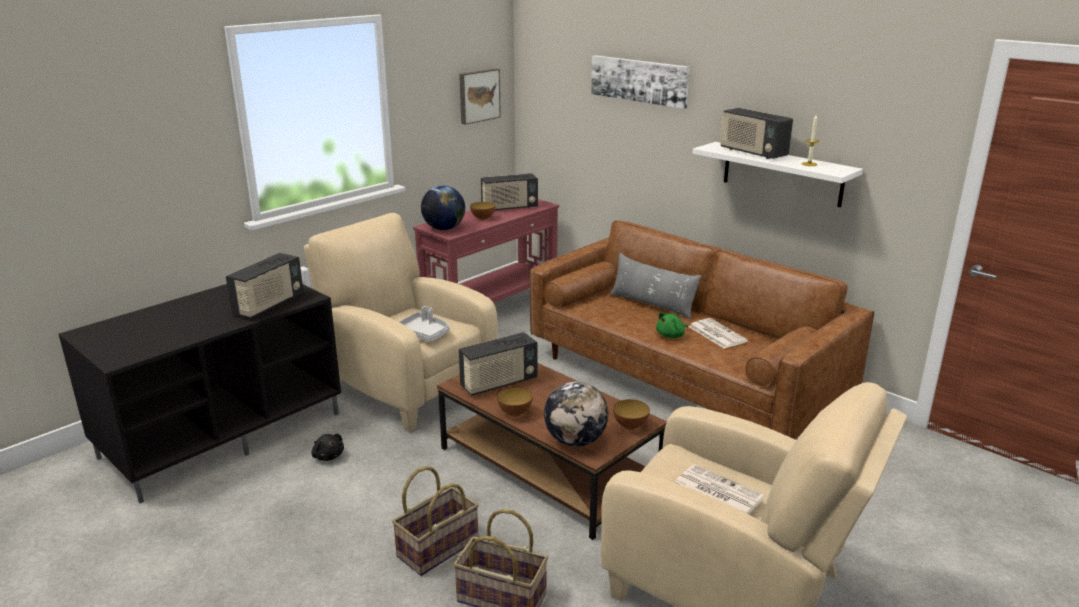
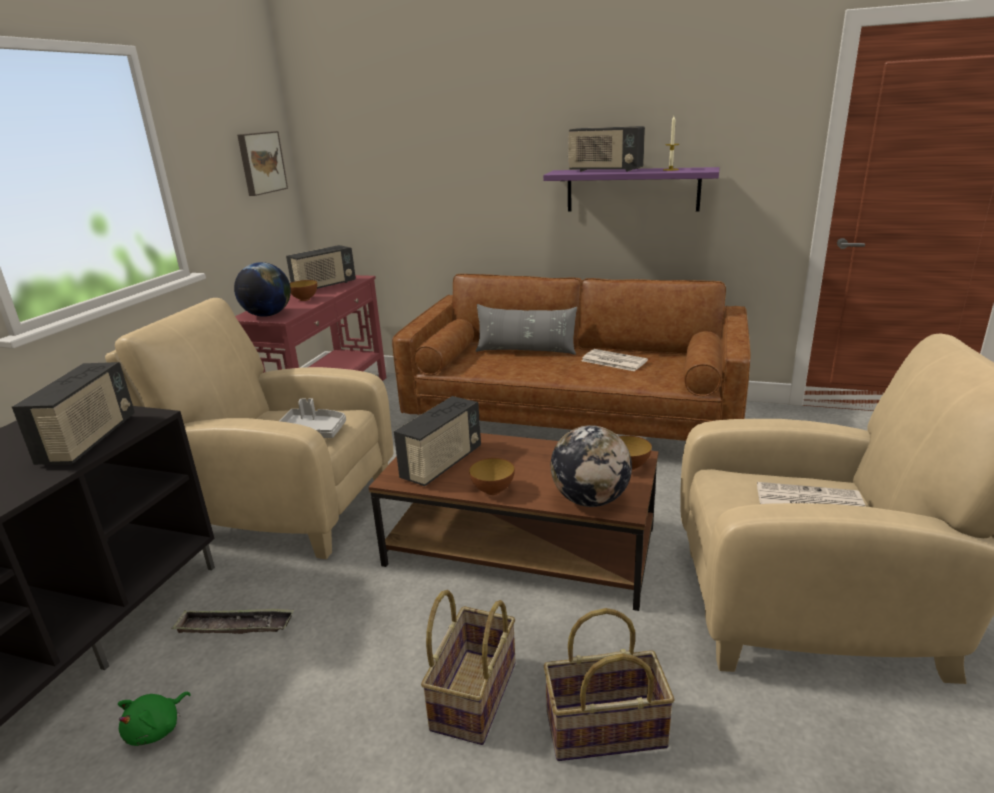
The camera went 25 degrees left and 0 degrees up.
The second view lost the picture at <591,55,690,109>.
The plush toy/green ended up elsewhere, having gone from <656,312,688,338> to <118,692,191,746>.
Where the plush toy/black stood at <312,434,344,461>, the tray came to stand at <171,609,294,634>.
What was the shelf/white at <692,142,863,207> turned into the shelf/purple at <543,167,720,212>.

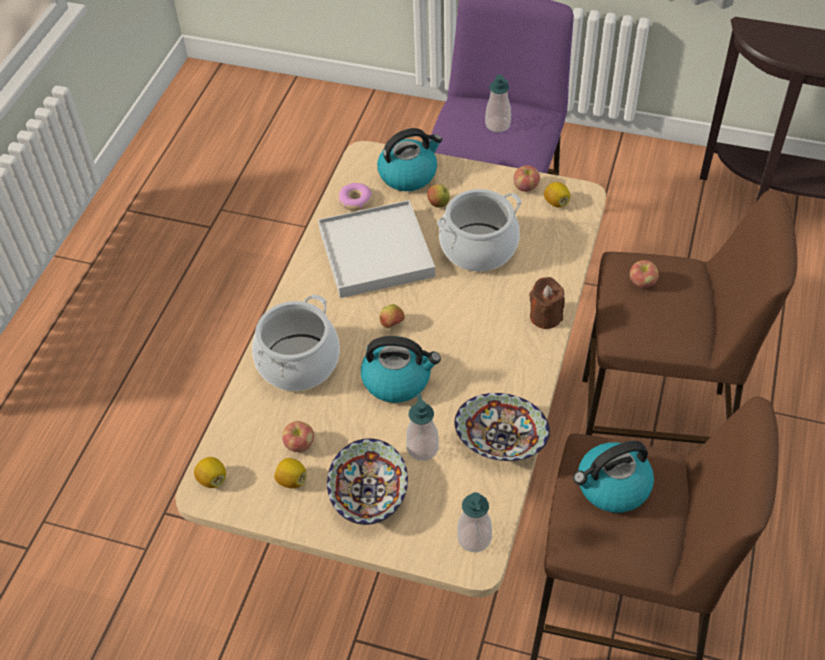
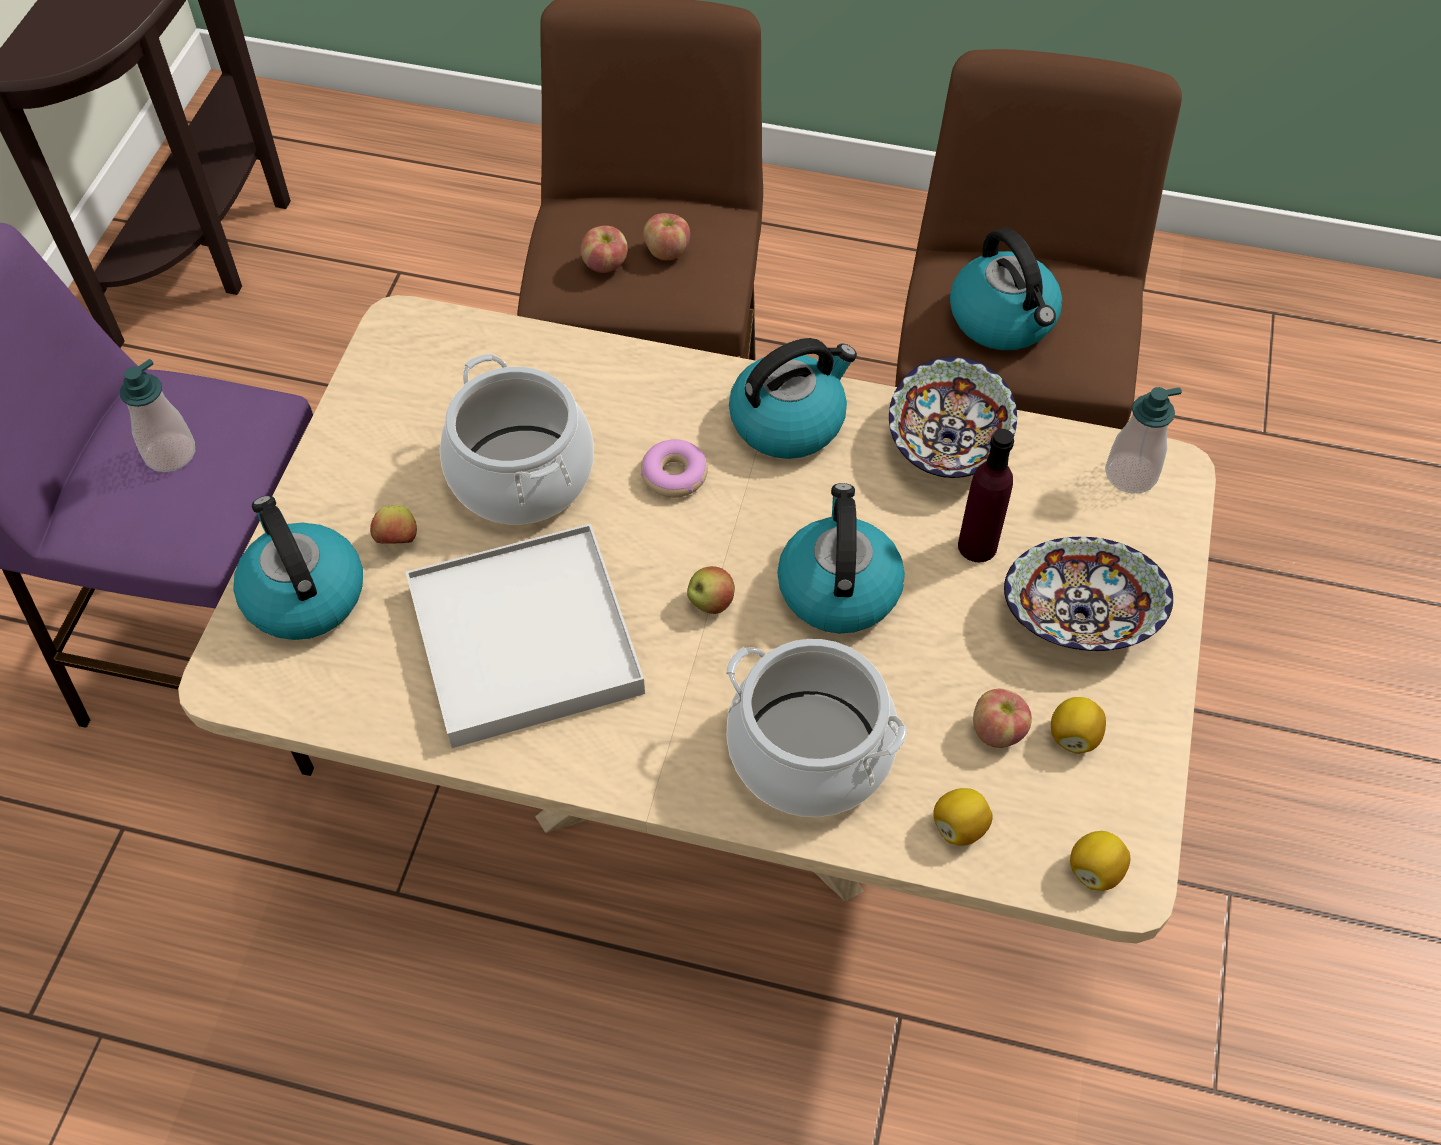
The camera went 95 degrees left and 5 degrees up.
The second view lost the candle/brown at <529,277,565,329>.
The second view gained the kettle at <729,338,857,459>.
The donut ended up elsewhere, having gone from <338,183,372,211> to <641,439,708,498>.
The apple ended up elsewhere, having gone from <514,165,540,192> to <643,213,690,260>.
The lemon ended up elsewhere, having gone from <544,182,570,208> to <934,788,993,846>.
Where the soap dispenser stood at <406,393,439,461>, the bottle/purple came to stand at <958,429,1014,562>.

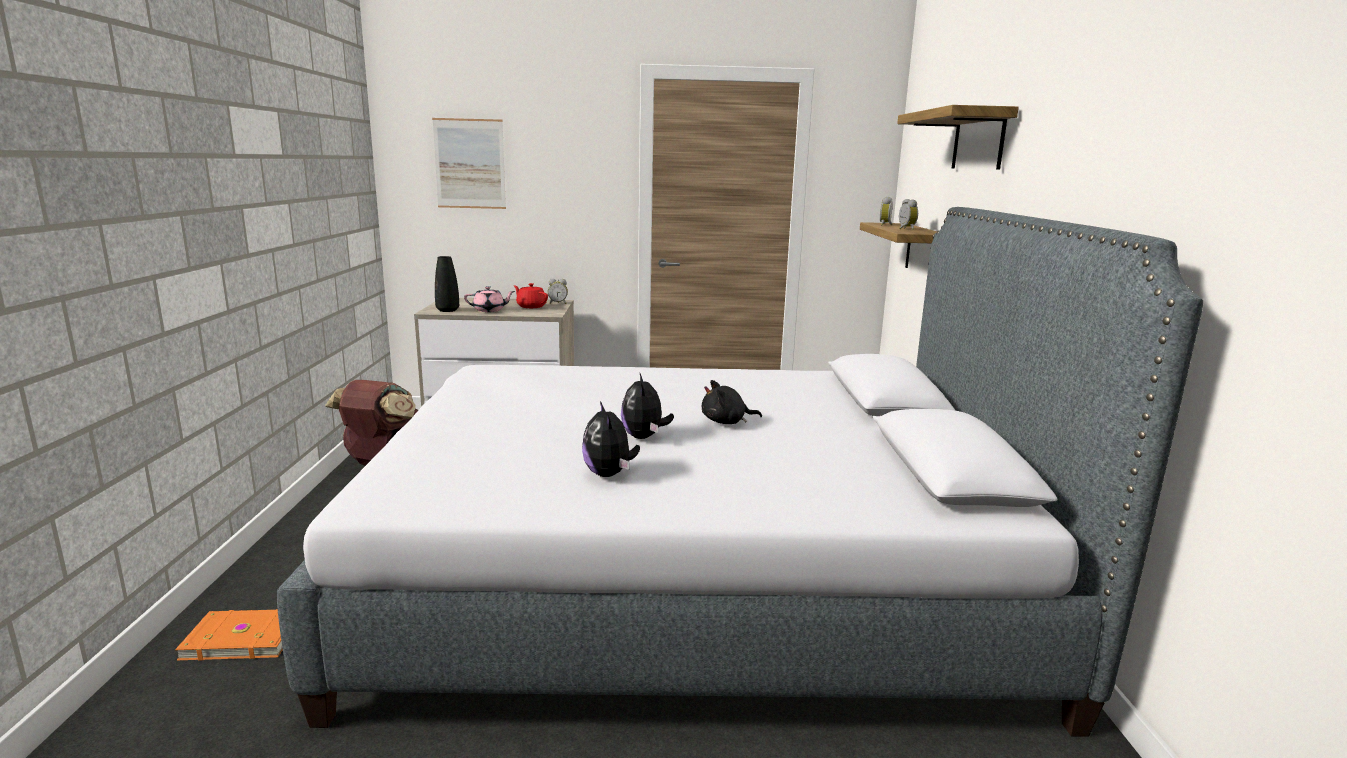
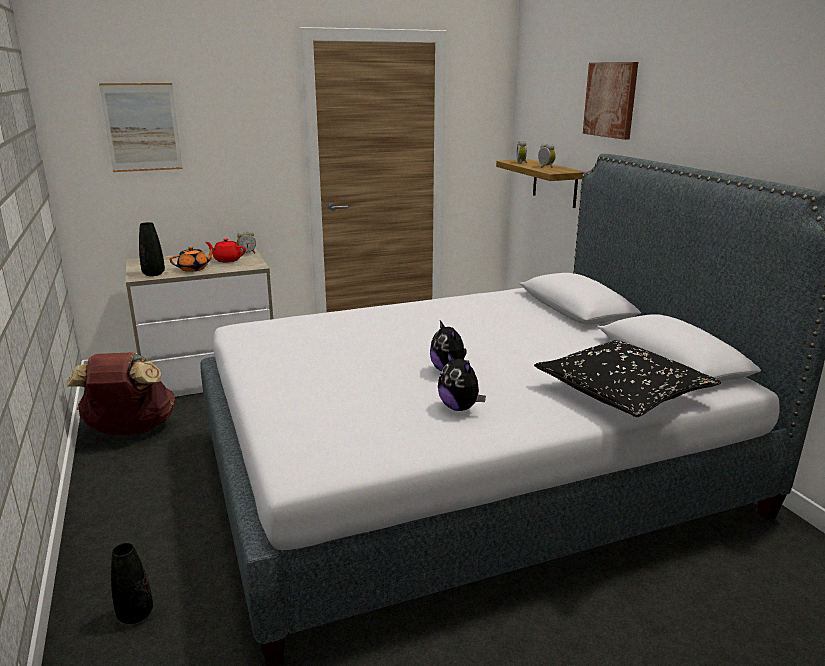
The camera went 20 degrees left and 5 degrees up.
The second view lost the plush toy/black at <702,380,762,424>.
The second view gained the pillow/black at <534,340,721,417>.
Where the book/orange stood at <175,609,283,661>, the vase/black came to stand at <111,543,153,624>.
Where the shelf hung at <897,105,1019,170>, the picture came to hang at <583,62,638,140>.
What was the teapot/pink at <464,286,515,312> turned into the teapot/orange at <169,247,216,272>.

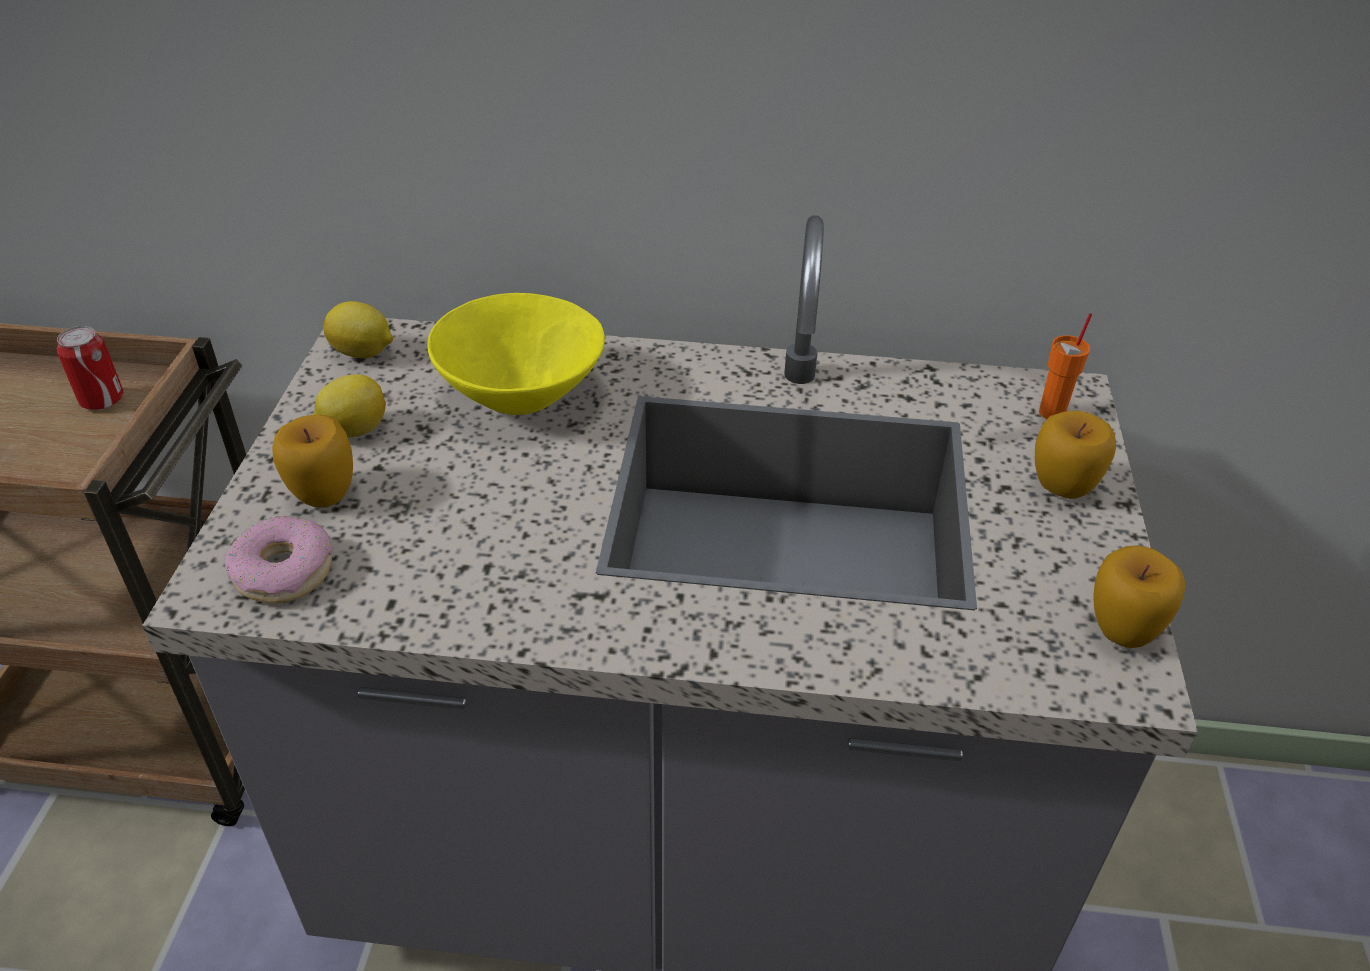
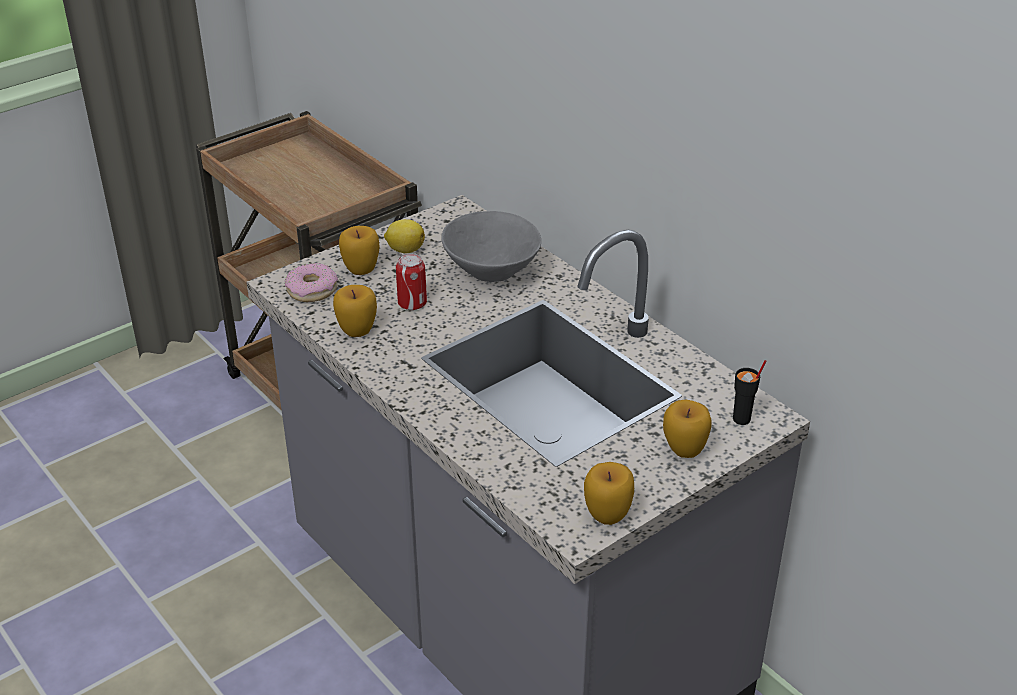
The camera went 45 degrees right and 5 degrees down.
The second view lost the lemon at <324,301,393,358>.
The second view gained the apple at <333,285,377,337>.
The can ended up elsewhere, having gone from <57,326,123,410> to <396,253,427,310>.
What was the bowl/yellow at <427,293,605,415> turned into the bowl/grey at <441,211,541,282>.
What was the cup/orange at <1039,313,1092,419> turned into the cup/black at <733,360,766,425>.

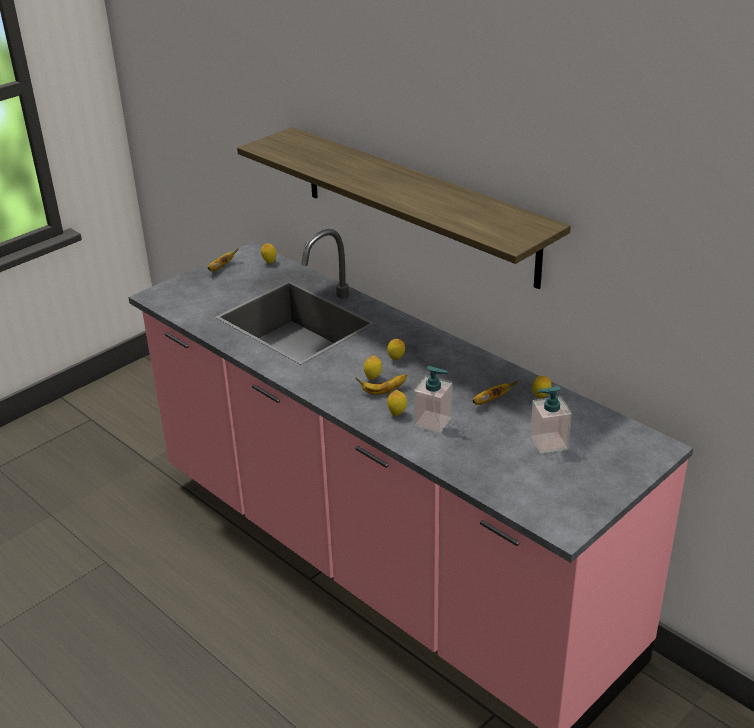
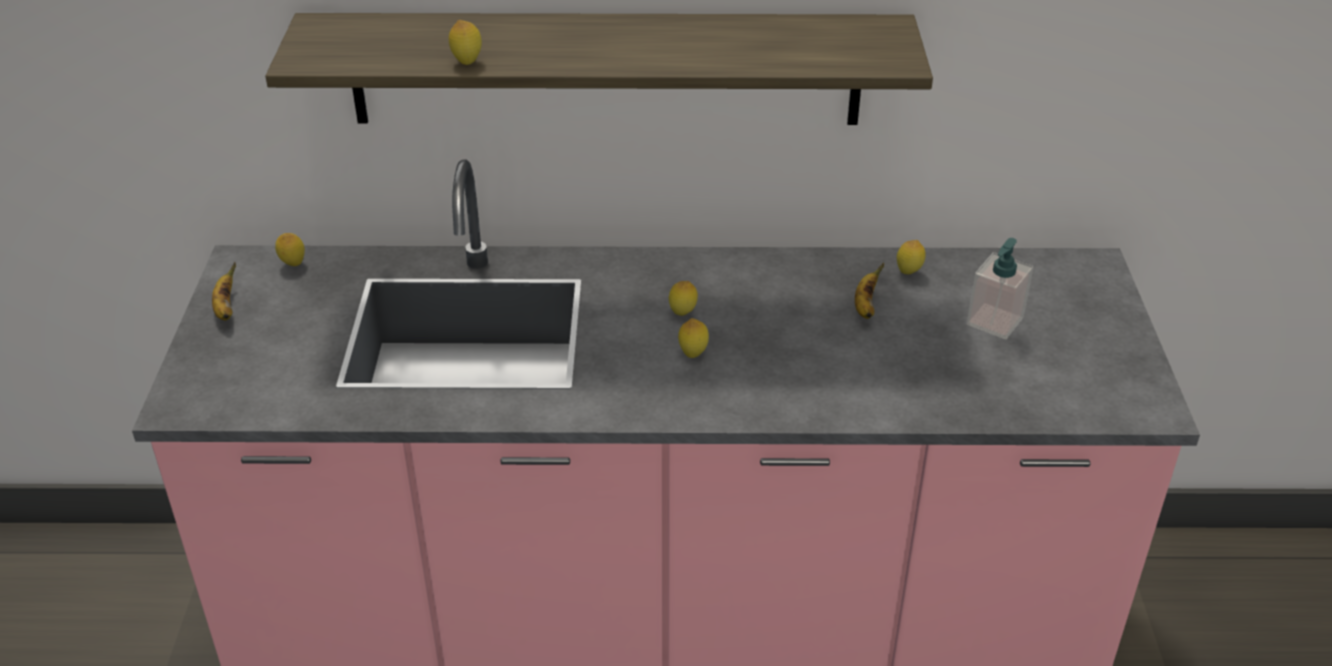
The camera went 45 degrees left and 5 degrees up.
The second view lost the banana at <355,374,407,395>.
The second view lost the soap dispenser at <414,366,452,433>.
The lemon ended up elsewhere, having gone from <387,390,407,416> to <449,20,482,65>.

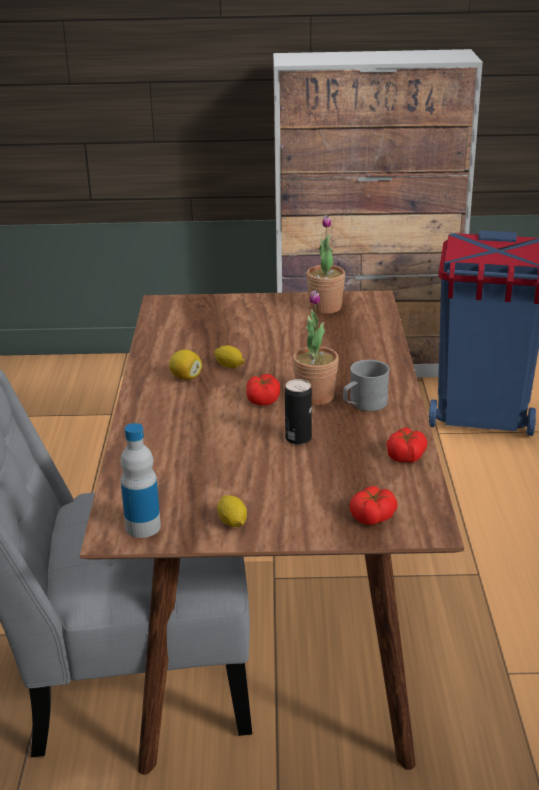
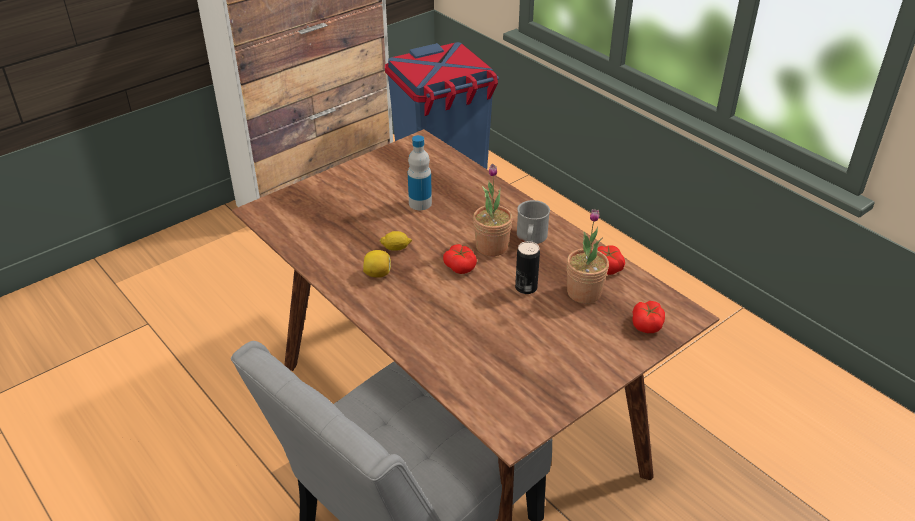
The camera went 40 degrees left and 10 degrees up.
The second view lost the lemon at <217,495,247,527>.
The bottle ended up elsewhere, having gone from <120,423,161,538> to <408,135,432,210>.
The potted plant ended up elsewhere, having gone from <306,215,345,314> to <567,209,609,304>.

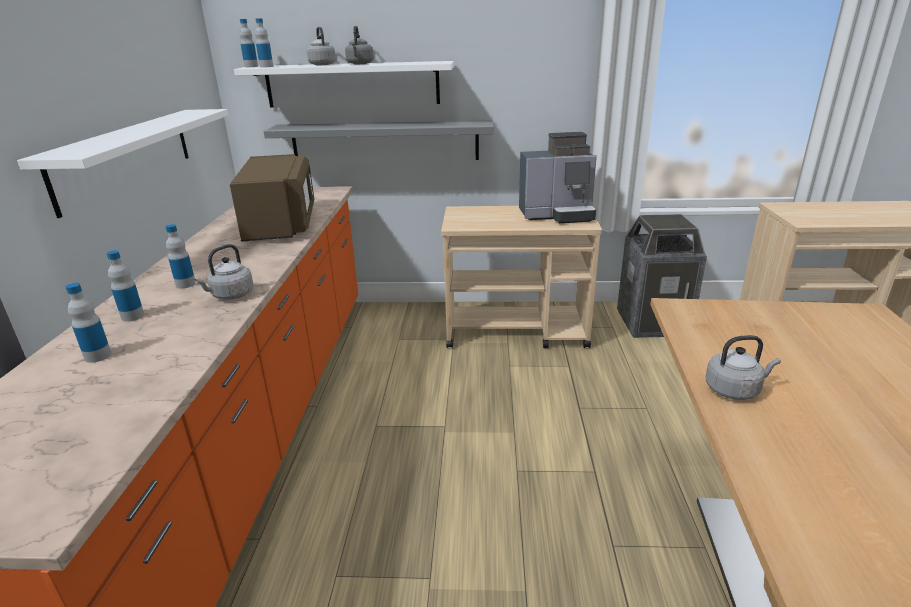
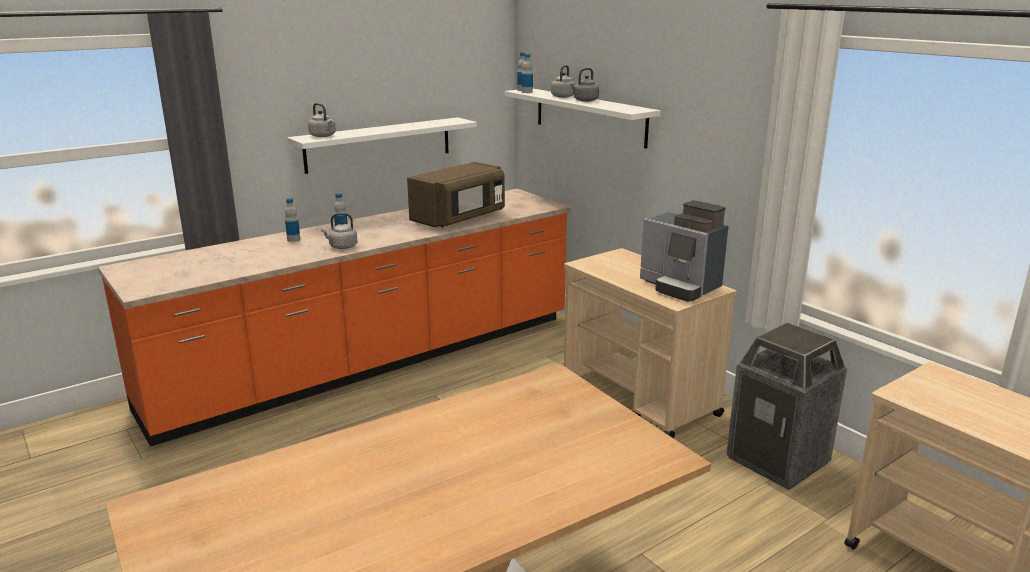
The camera went 50 degrees right and 5 degrees down.
The second view lost the bottle at <65,283,112,363>.
The second view lost the shelf/grey at <264,120,494,160>.
The kettle/grey ended up elsewhere, having gone from <706,335,781,400> to <308,103,336,137>.

